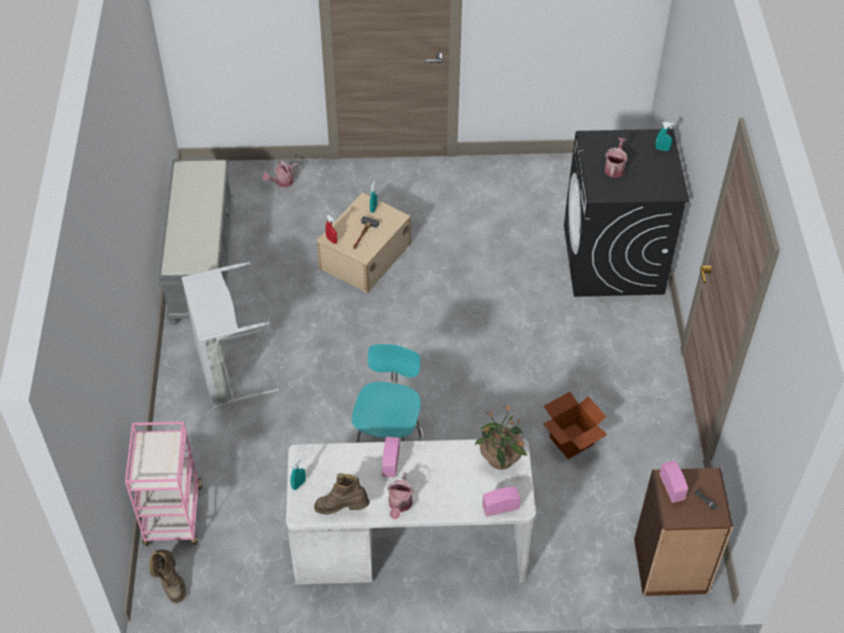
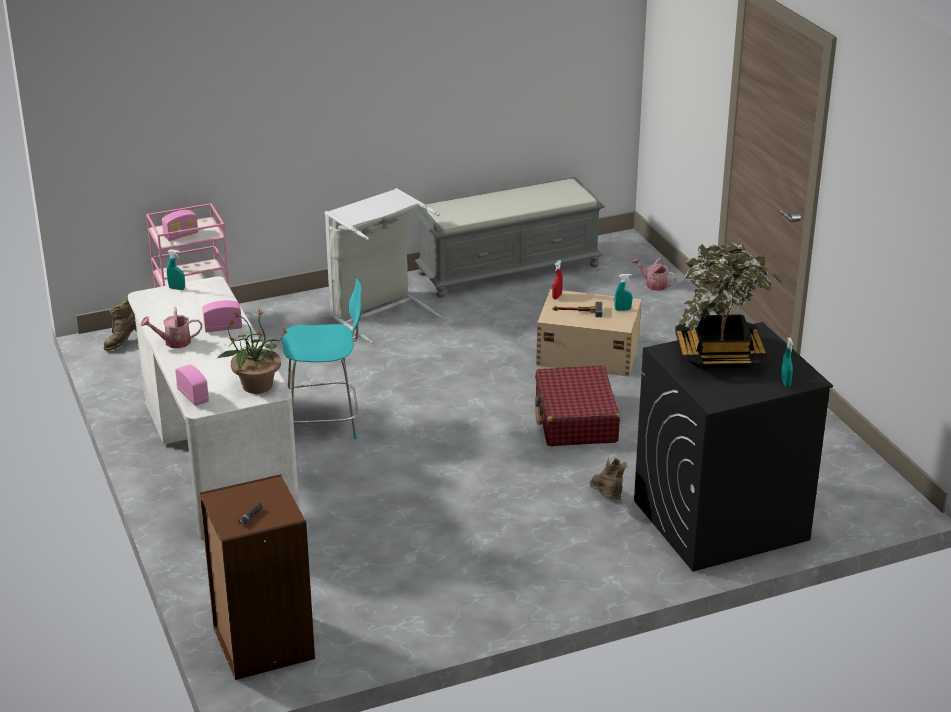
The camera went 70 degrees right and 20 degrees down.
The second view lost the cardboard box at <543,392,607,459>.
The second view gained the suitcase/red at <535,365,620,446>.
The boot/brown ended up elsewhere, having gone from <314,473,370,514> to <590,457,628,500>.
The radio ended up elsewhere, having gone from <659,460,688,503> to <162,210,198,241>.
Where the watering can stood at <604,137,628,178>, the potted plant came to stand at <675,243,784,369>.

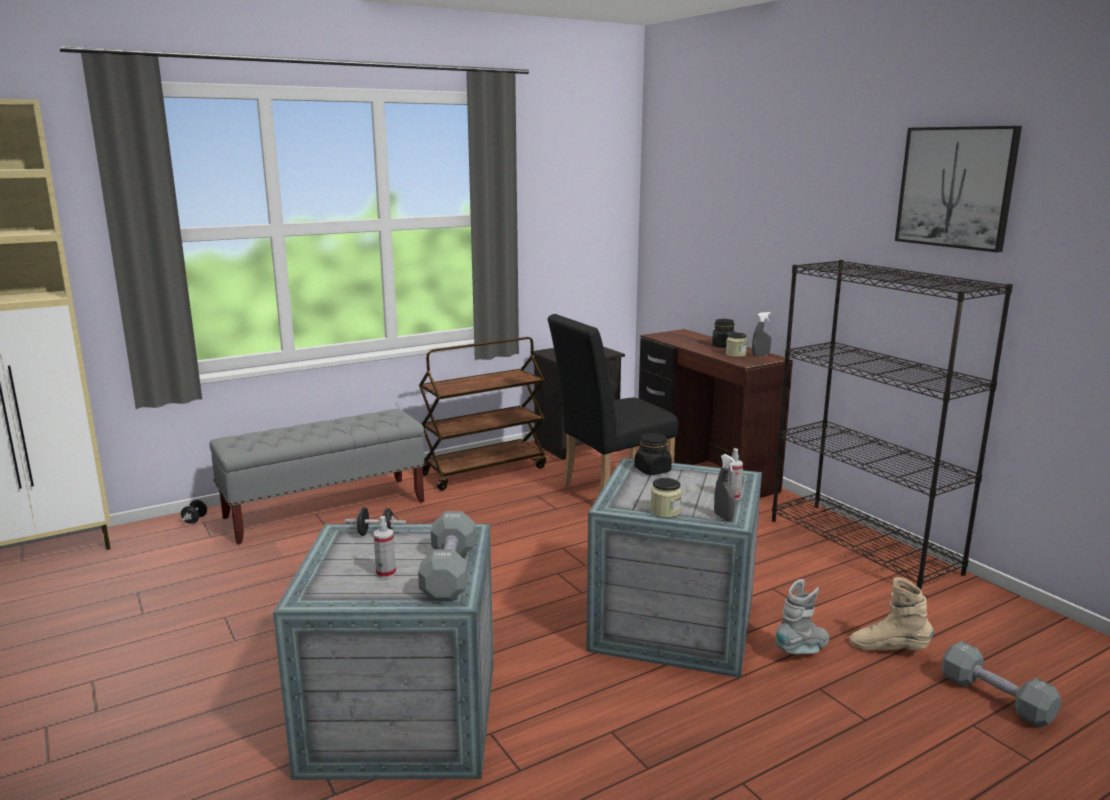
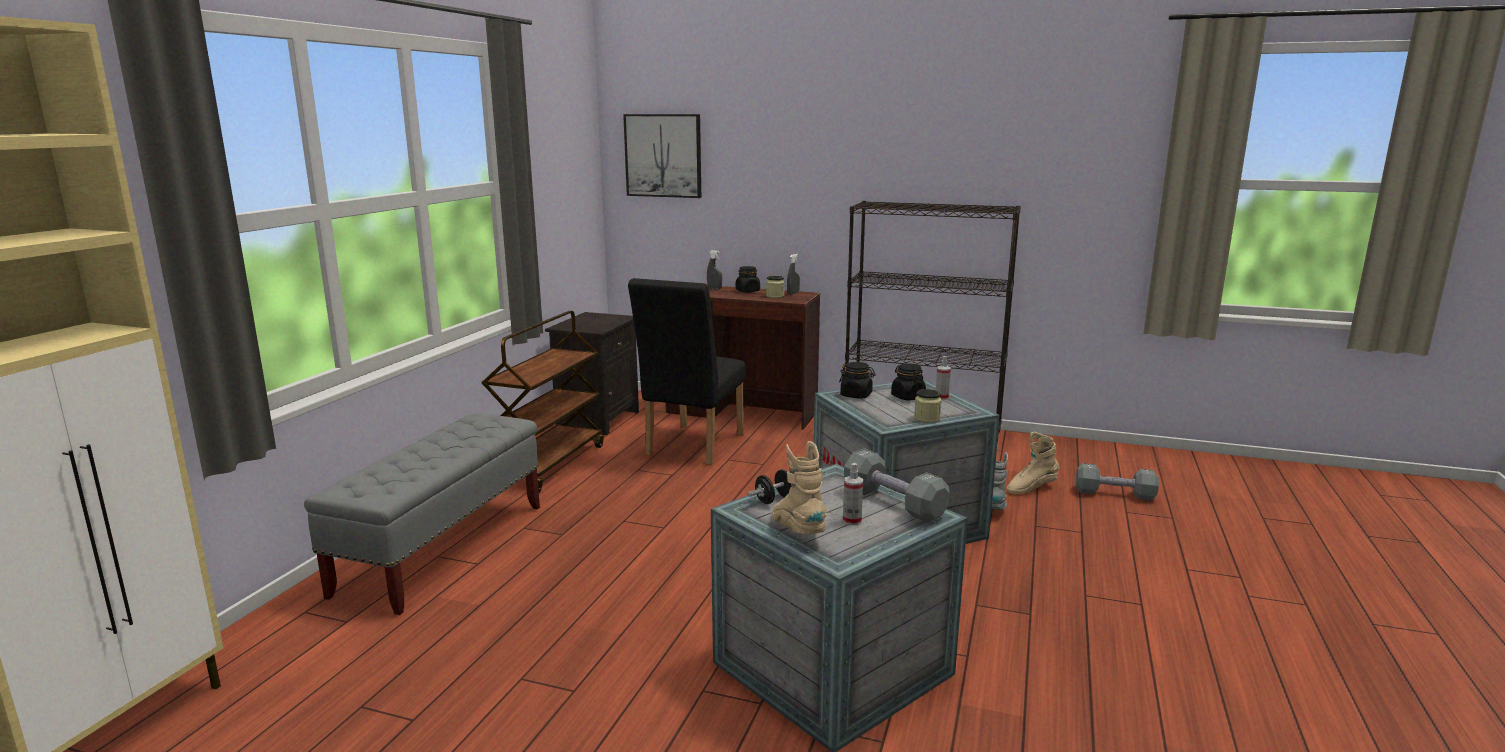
The camera went 40 degrees left and 0 degrees up.
The second view lost the dumbbell/black at <181,500,207,524>.
The second view gained the boot/beige at <772,441,827,534>.
The second view gained the jar/black at <891,363,926,400>.
The spray bottle/grey ended up elsewhere, having gone from <714,454,735,521> to <707,250,722,290>.
The picture ended up elsewhere, having gone from <895,126,1022,252> to <623,114,701,198>.

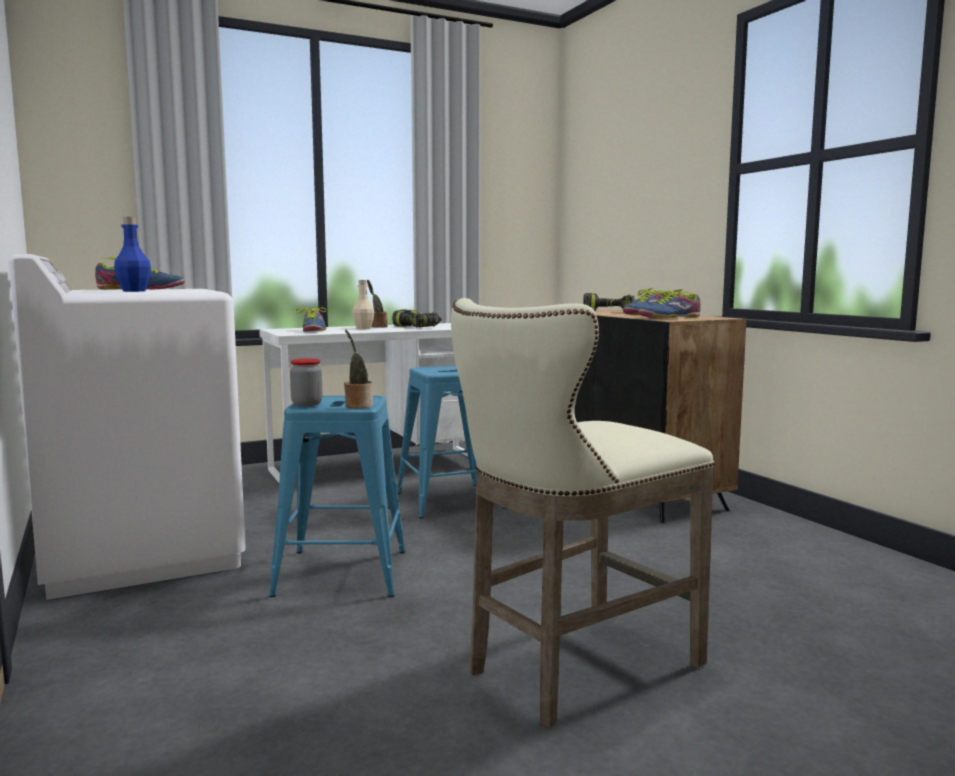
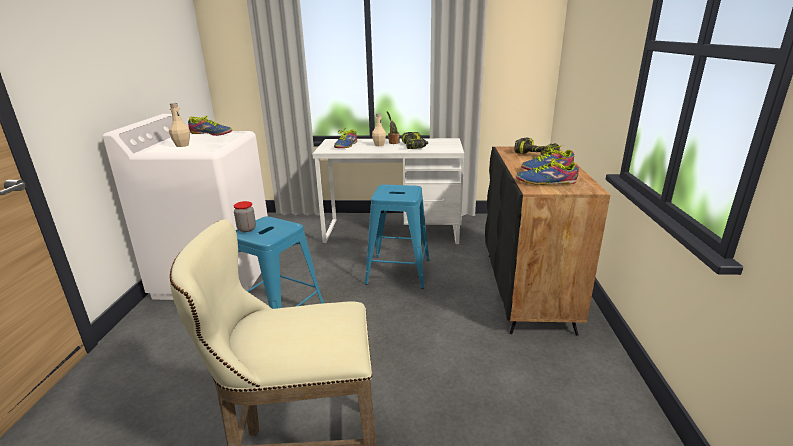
The camera went 30 degrees right and 15 degrees up.
The second view lost the potted plant at <344,329,373,409>.
What was the bottle/blue at <114,217,151,292> turned into the bottle/beige at <169,103,190,147>.

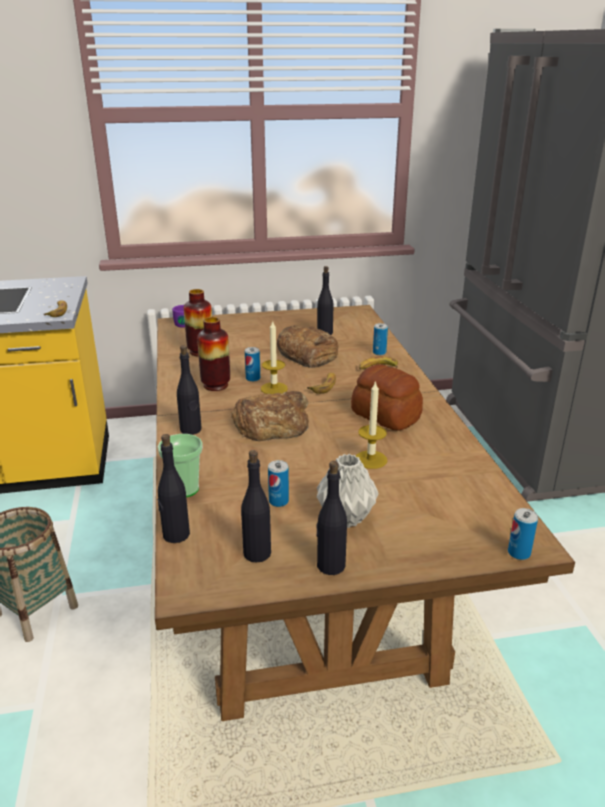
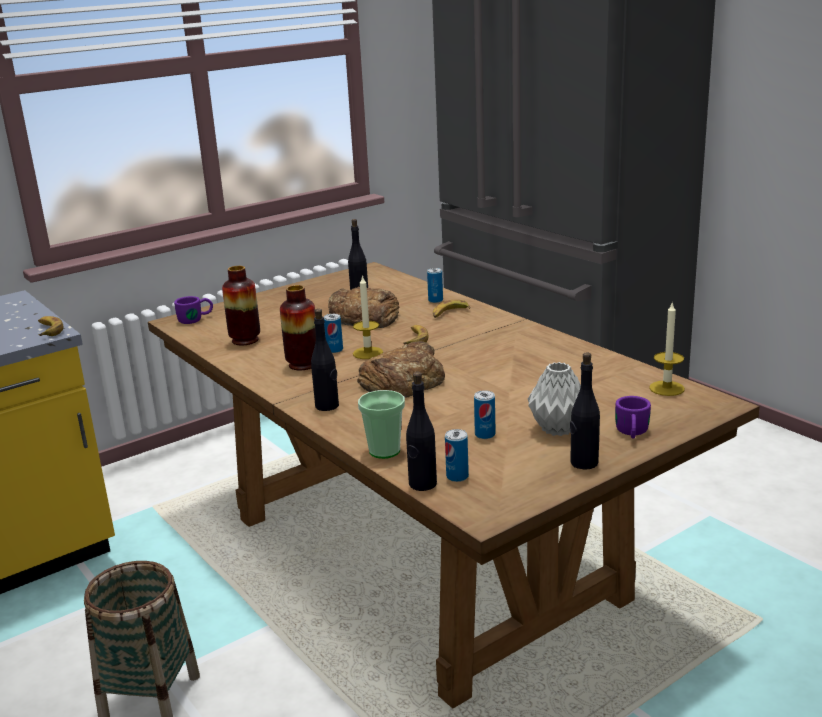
The camera went 25 degrees left and 5 degrees down.
The second view lost the bottle/black at <241,450,271,563>.
The second view lost the bread at <351,364,423,431>.
The second view gained the mug/purple at <615,396,651,439>.
The candle ended up elsewhere, having gone from <356,381,387,469> to <649,302,685,396>.
The can ended up elsewhere, having gone from <508,508,538,560> to <445,429,469,482>.

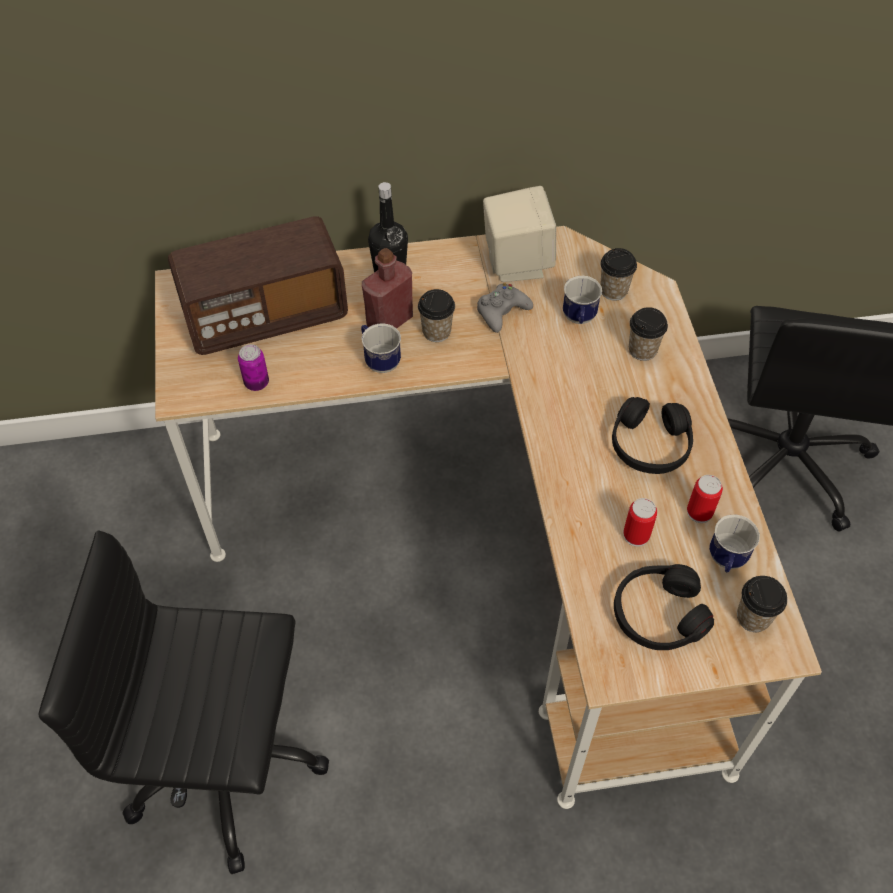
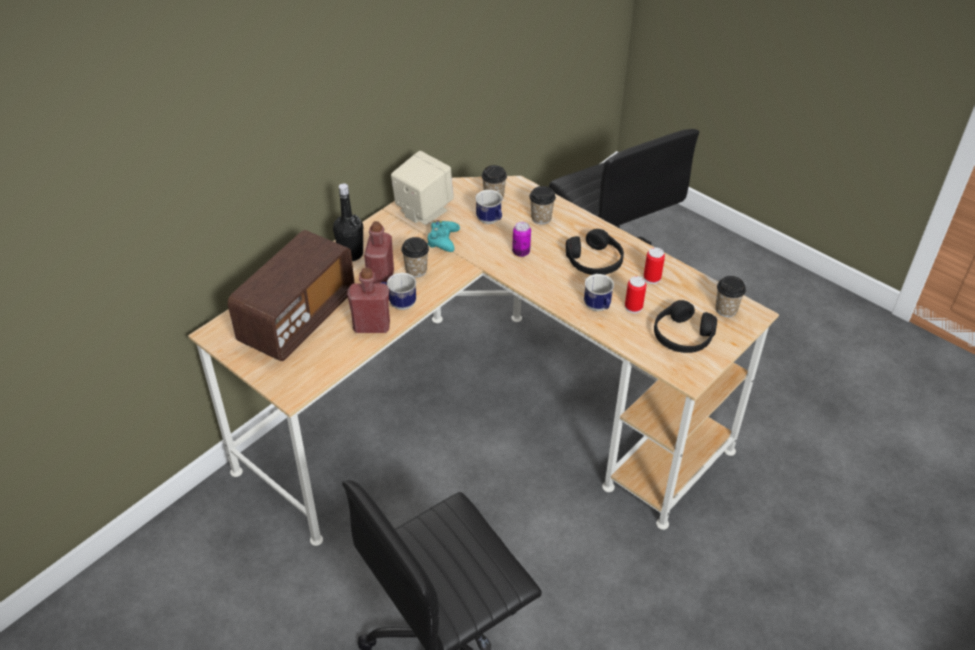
The camera went 40 degrees left and 10 degrees down.
The second view gained the bottle/red at <347,268,390,333>.
The can ended up elsewhere, having gone from <238,344,269,391> to <512,222,531,257>.
The mug ended up elsewhere, having gone from <709,514,760,573> to <584,274,614,311>.
What was the game controller/grey at <477,283,533,333> turned into the game controller/turquoise at <427,220,460,252>.

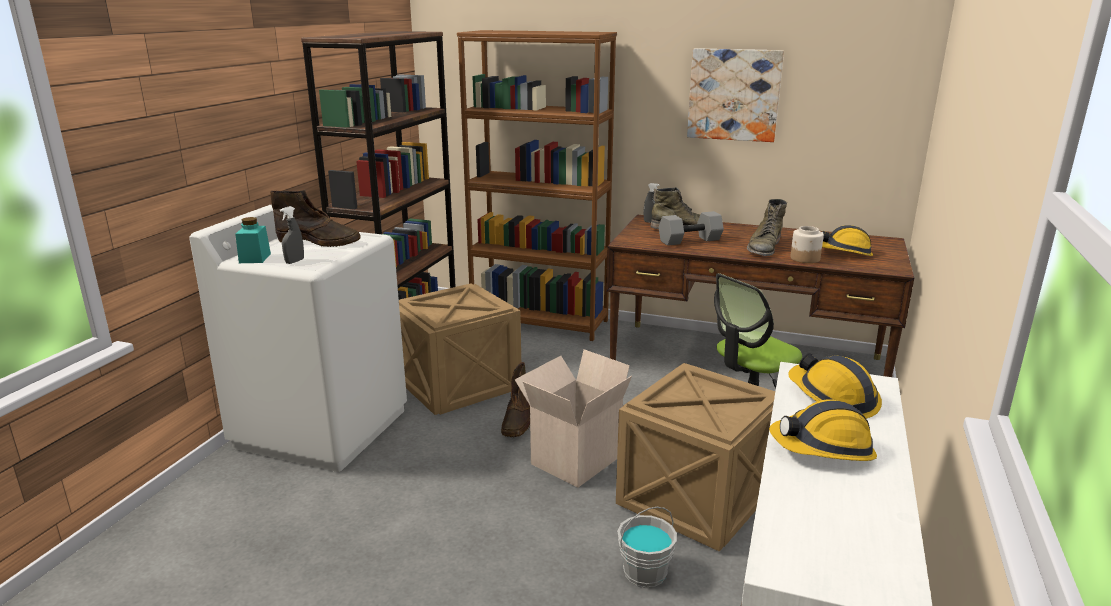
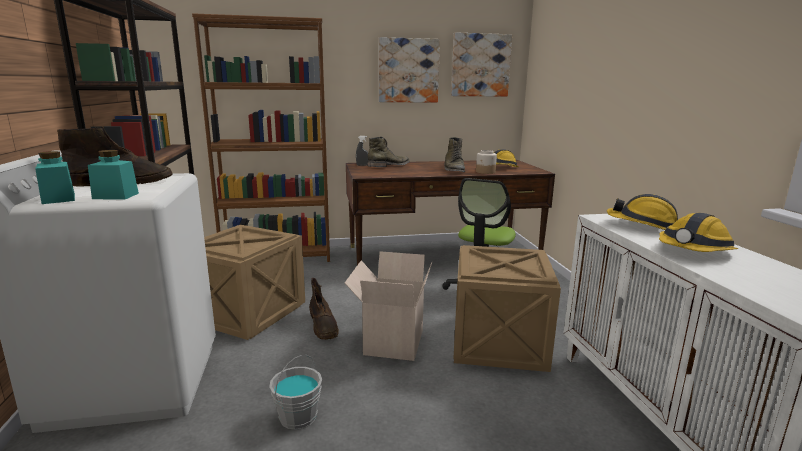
The camera went 30 degrees left and 5 degrees down.
The second view lost the dumbbell/grey at <659,211,724,246>.
The second view gained the picture at <451,32,512,97>.
The bucket/grey ended up elsewhere, having gone from <617,507,677,588> to <269,355,322,430>.
Where the spray bottle/grey stood at <280,206,304,264>, the jar/turquoise came to stand at <88,150,139,199>.

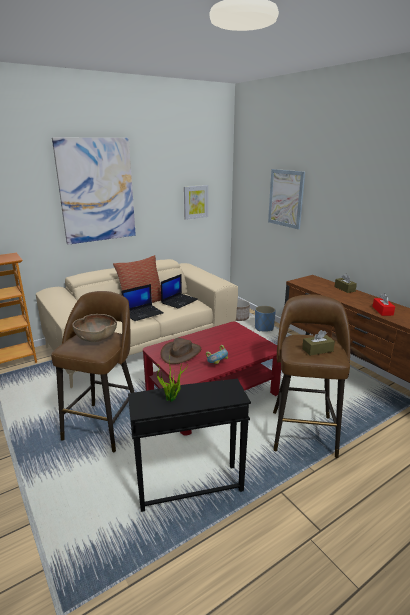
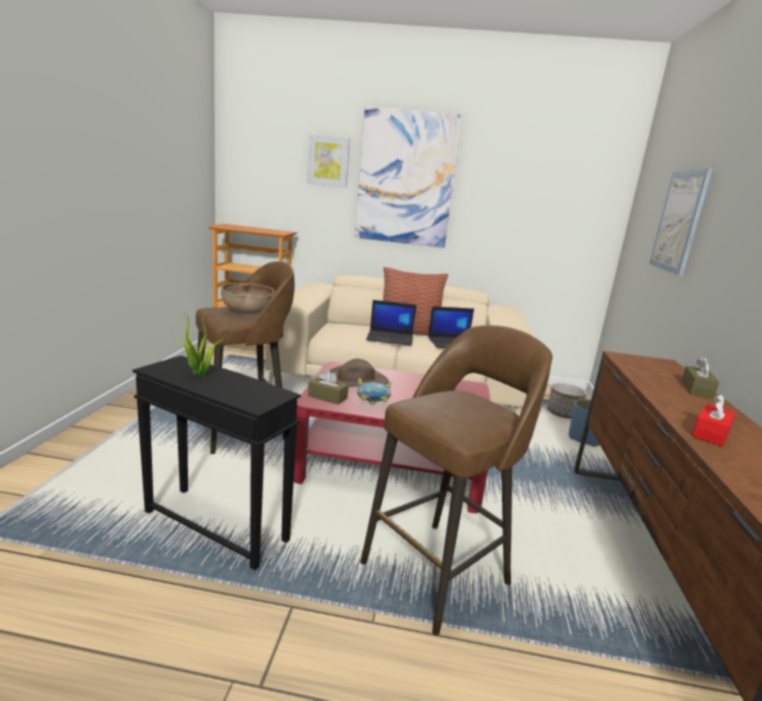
The camera went 40 degrees right and 5 degrees down.
The picture ended up elsewhere, having gone from <184,185,208,220> to <307,134,350,188>.
The tissue box/brown ended up elsewhere, having gone from <302,330,335,356> to <308,369,349,405>.

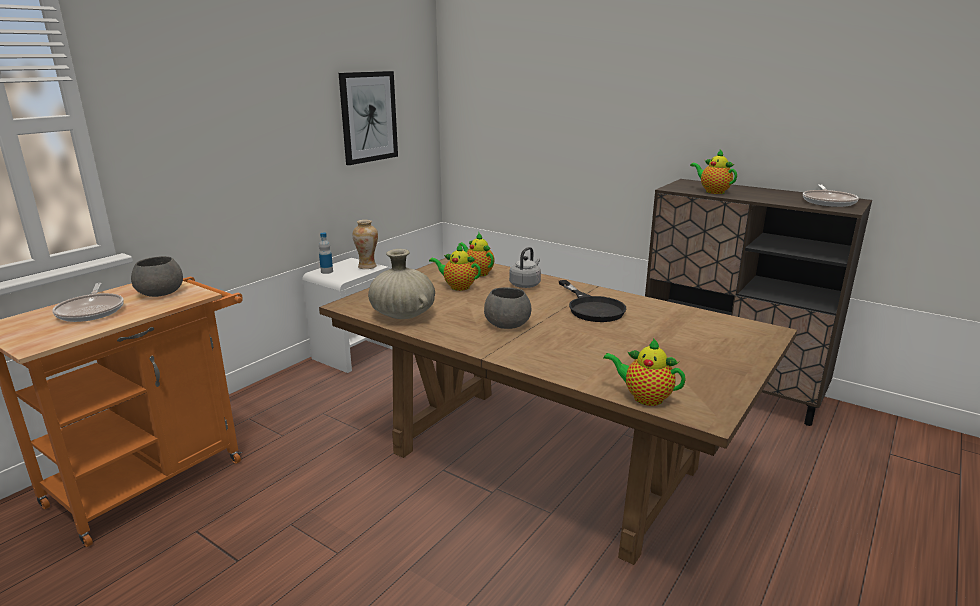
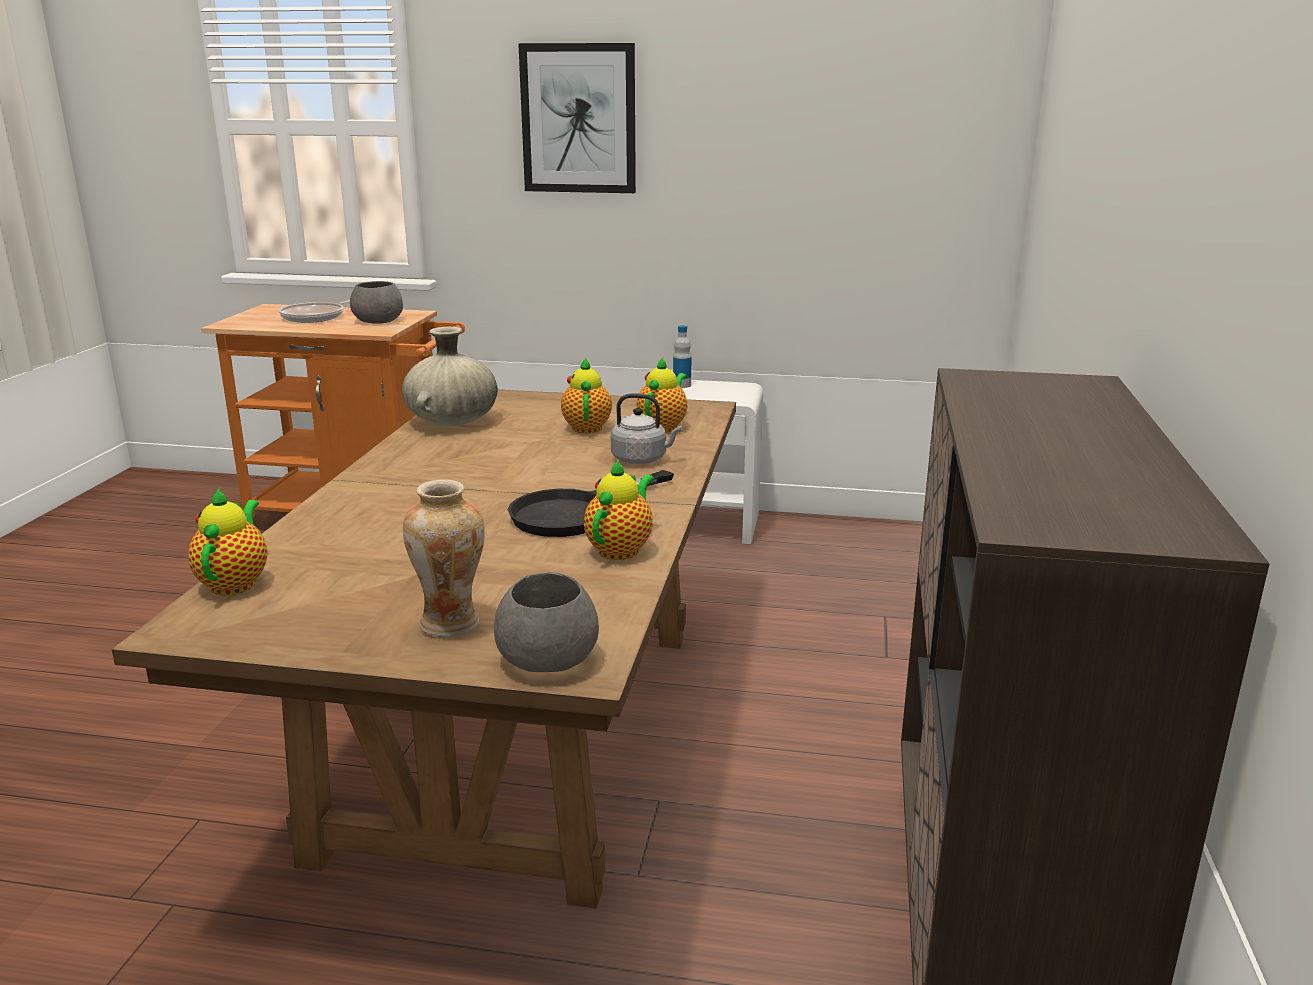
The camera went 65 degrees right and 0 degrees up.
The second view lost the frying pan at <803,184,859,207>.
The picture ended up elsewhere, having gone from <339,71,398,165> to <518,43,636,193>.
The vase ended up elsewhere, having gone from <352,220,378,269> to <403,479,485,637>.
The bowl/grey ended up elsewhere, having gone from <484,288,531,329> to <494,572,599,672>.
The teapot ended up elsewhere, having gone from <690,150,737,194> to <584,459,654,560>.

